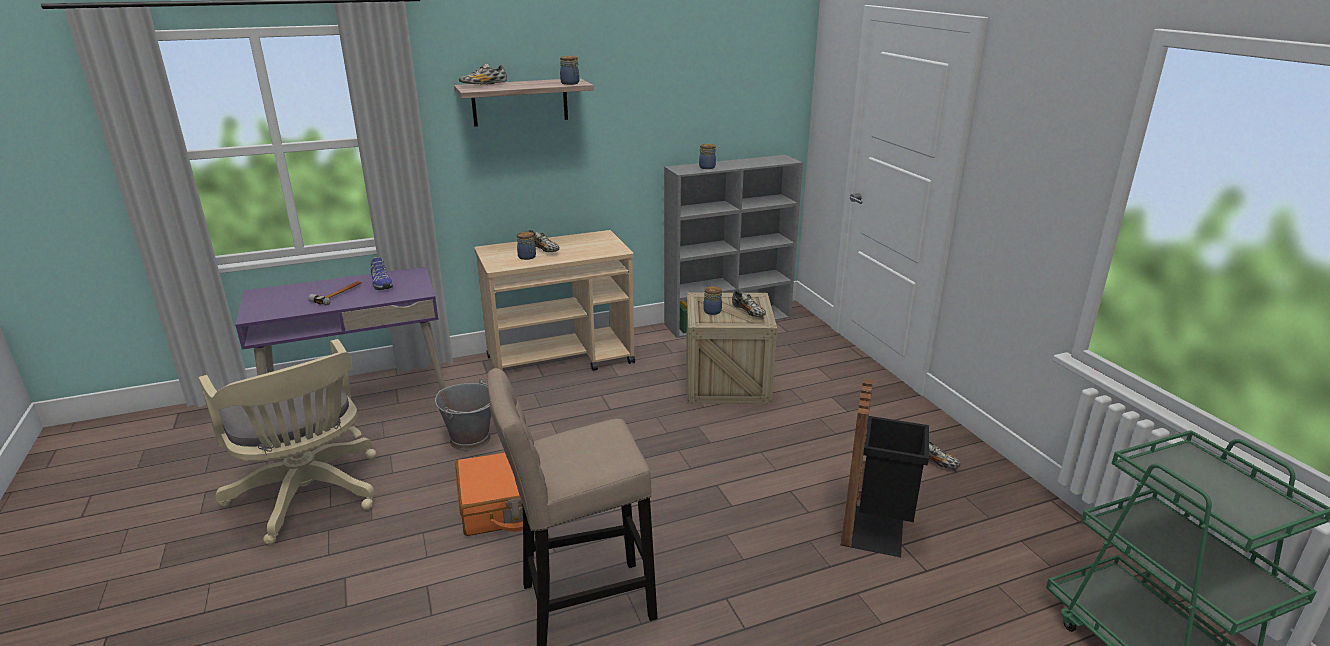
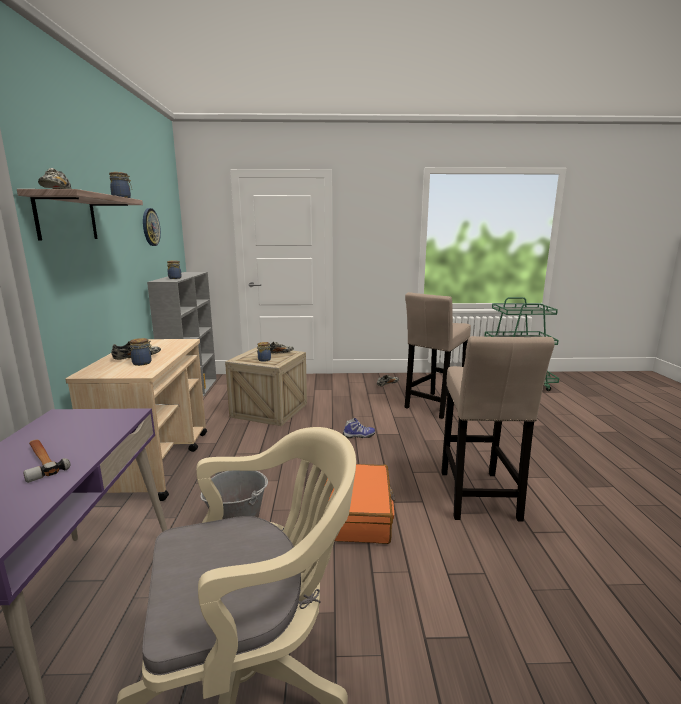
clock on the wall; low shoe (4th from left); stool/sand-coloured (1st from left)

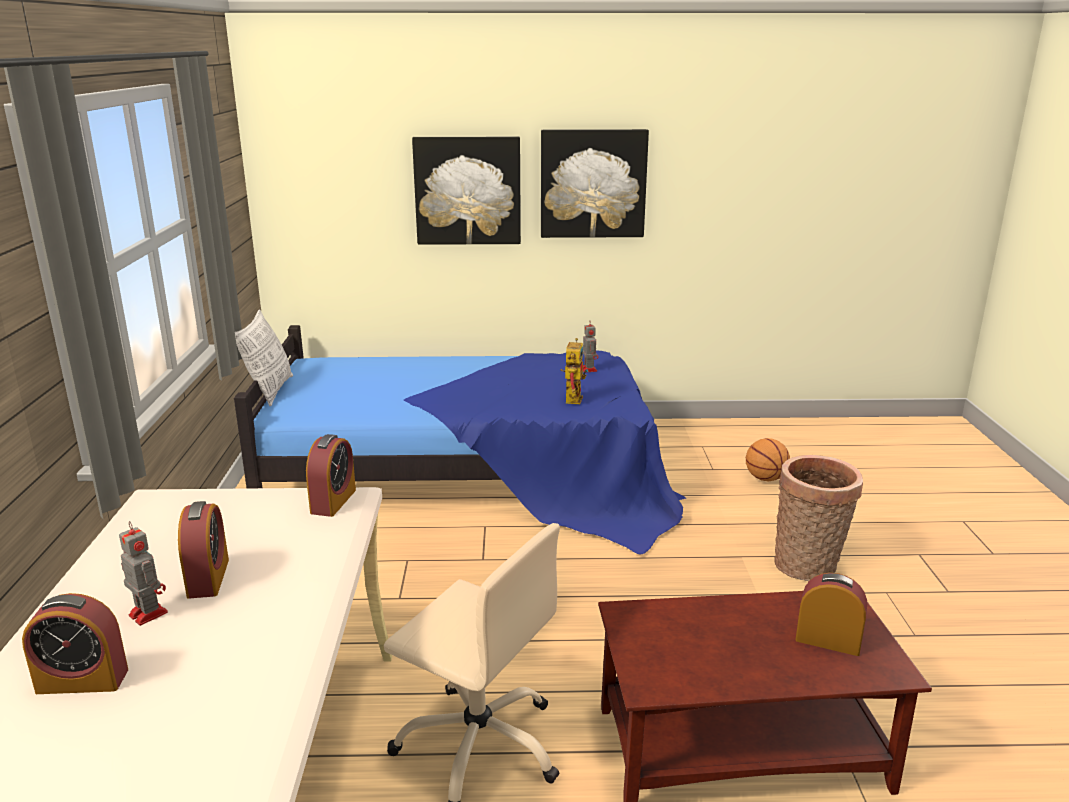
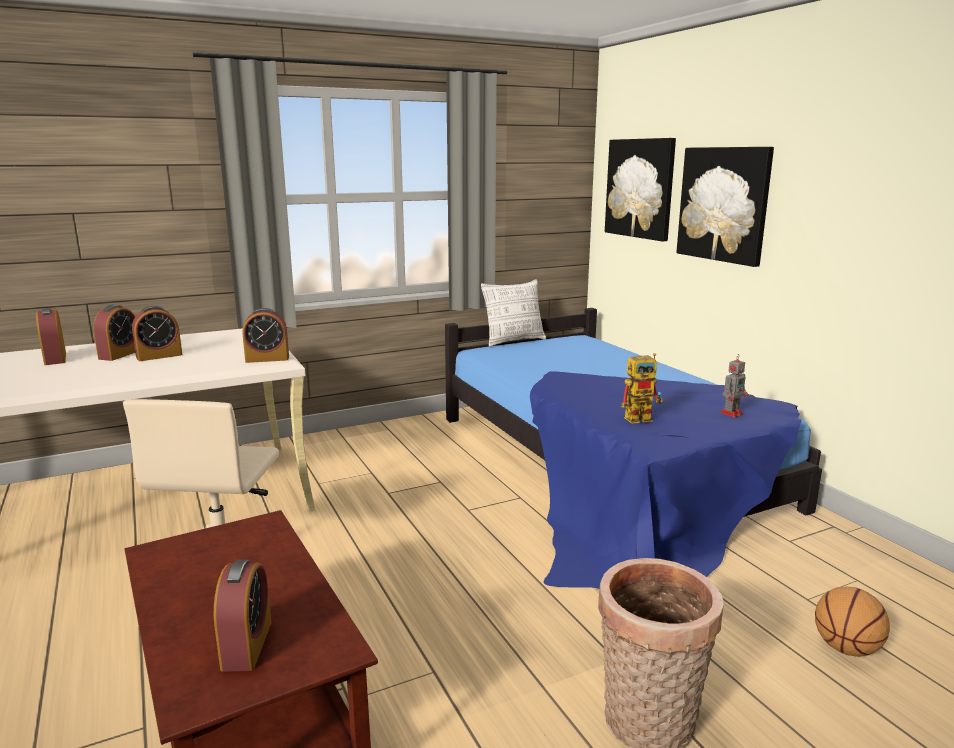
table clock (2nd from left); wall art (1st from left)

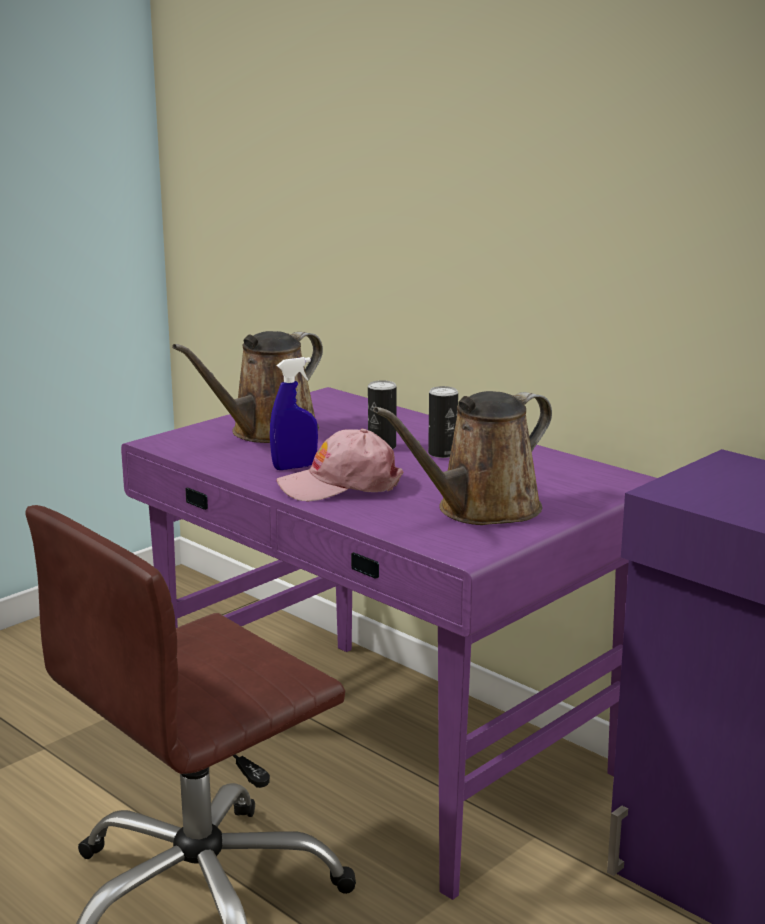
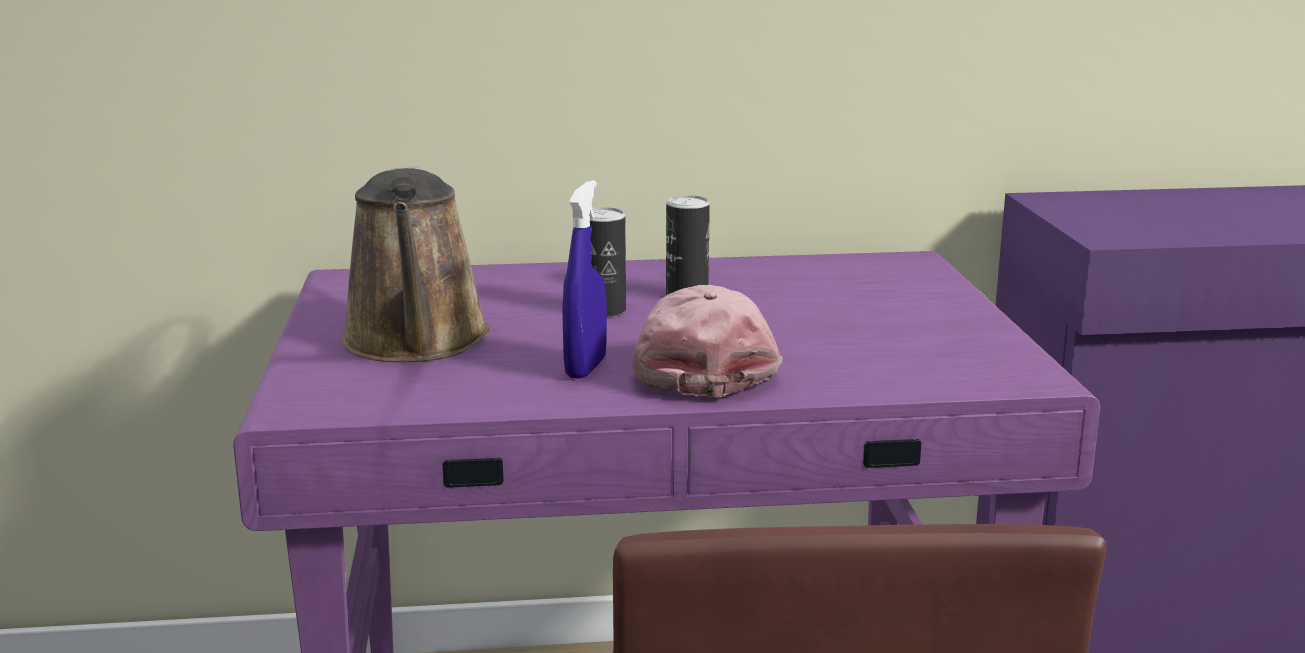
cap/pink; watering can/brown-coloured (2nd from left in the first image)

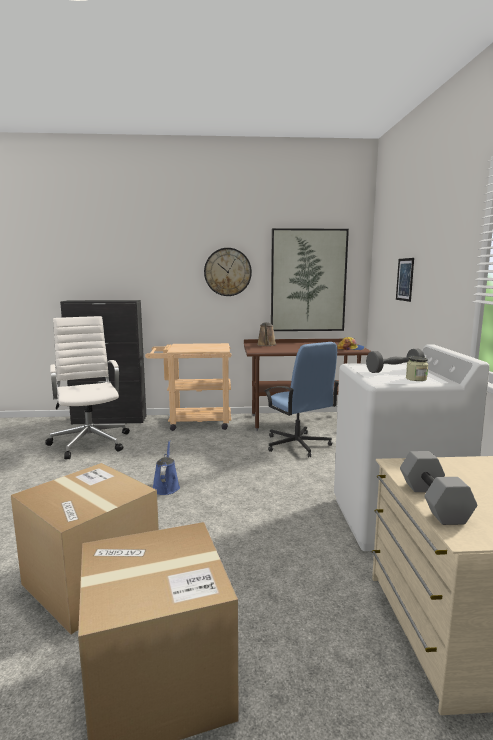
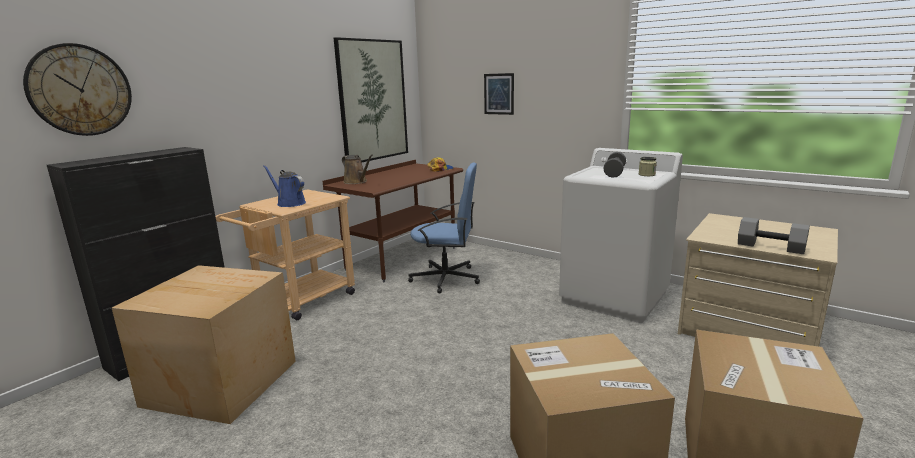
clock on the wall; cardboard box (1st from left); watering can/bluish

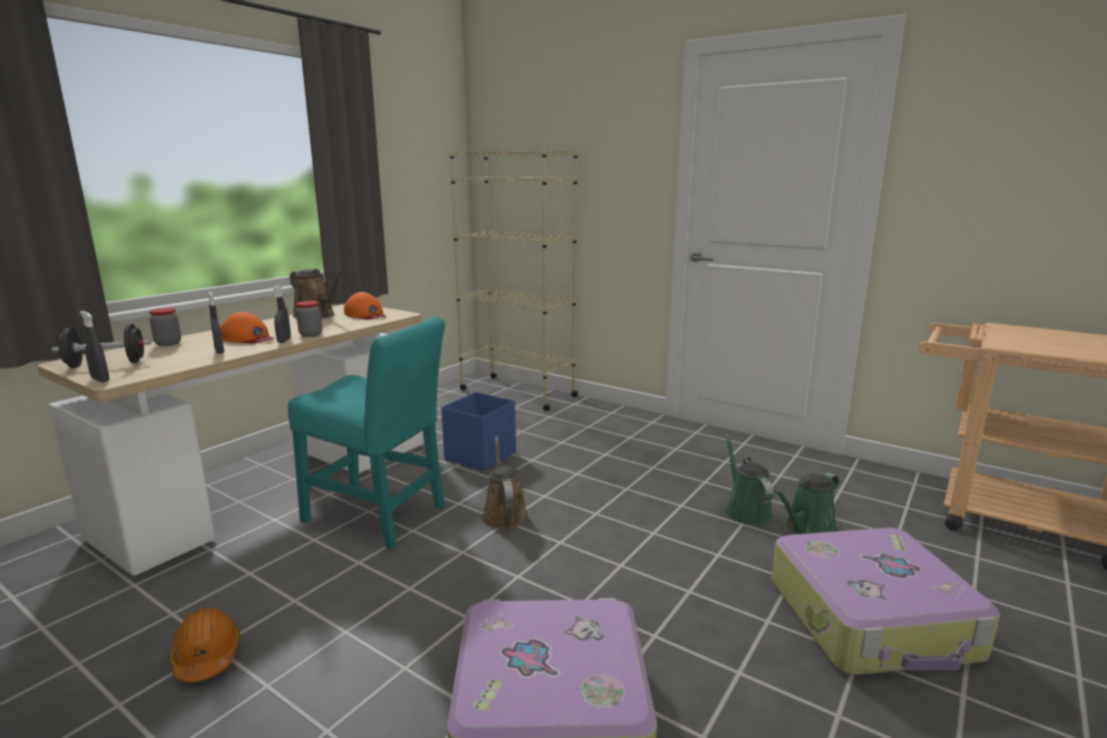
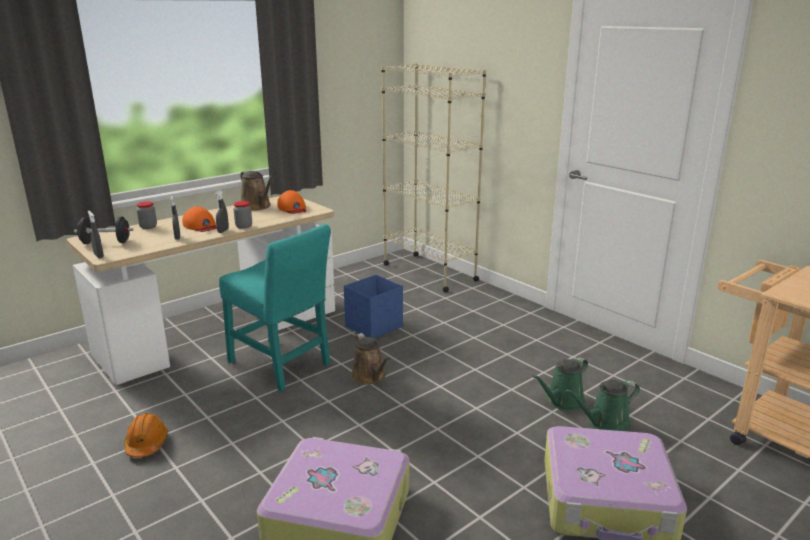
watering can/brown-coloured (2nd from left); watering can/greenish (1st from left)

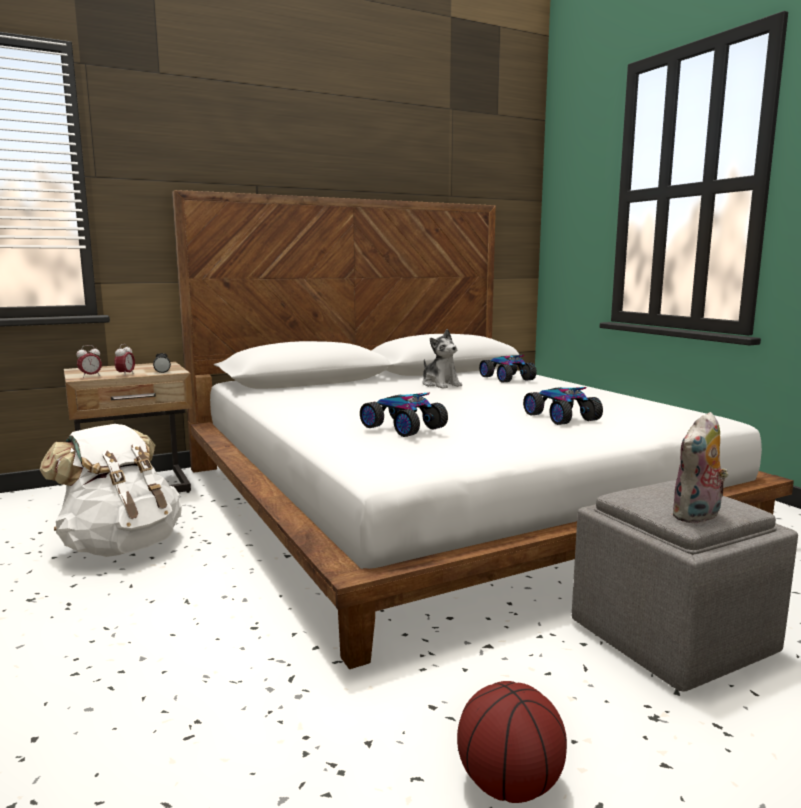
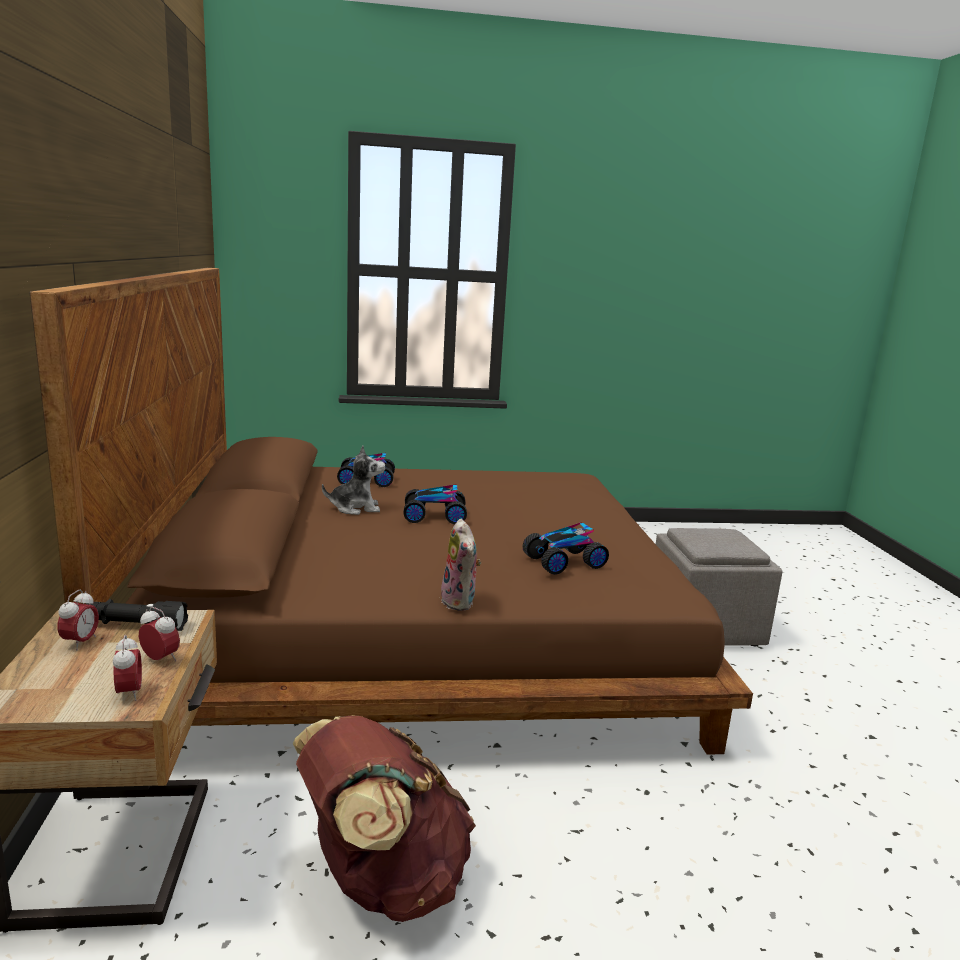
bedroom bed/brown-coloured; table clock (1st from left); backpack/brown-coloured; model car (2nd from left); soft toy (2nd from left); ball for basketball

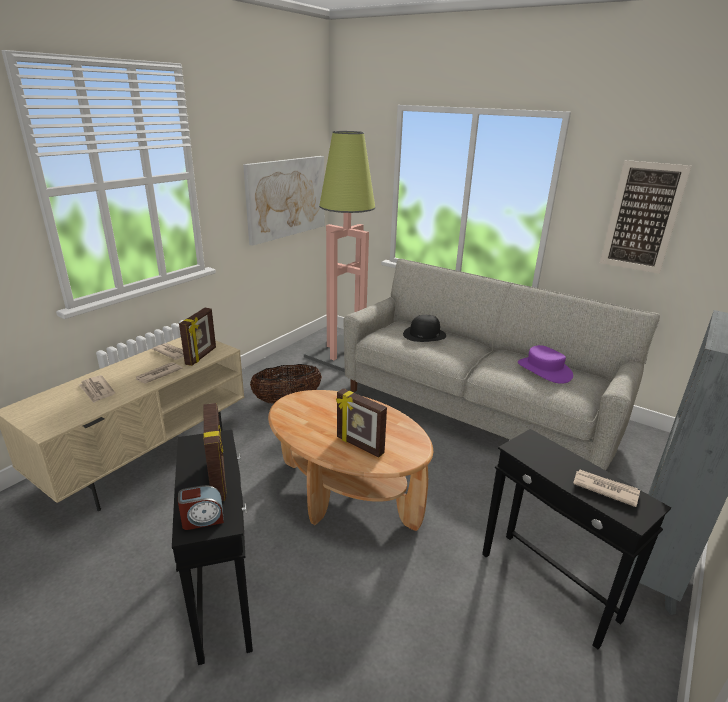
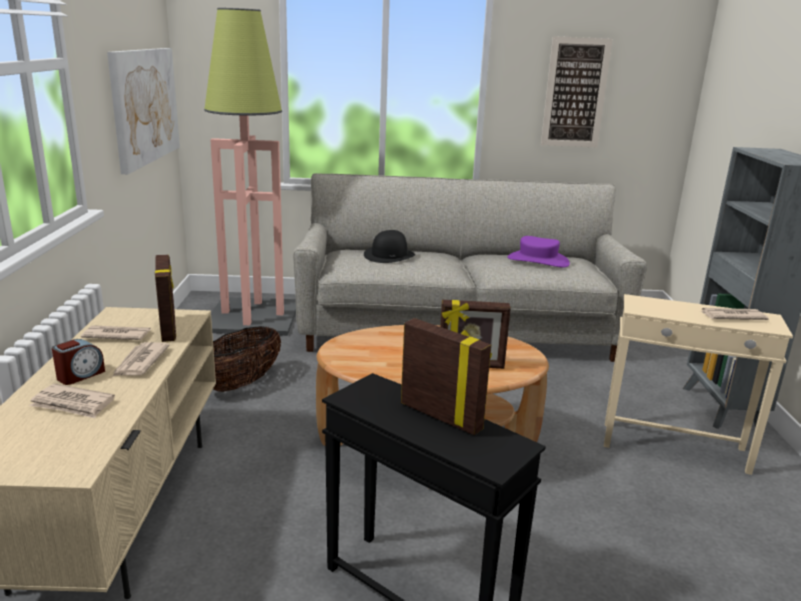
table clock; end table/sand-coloured

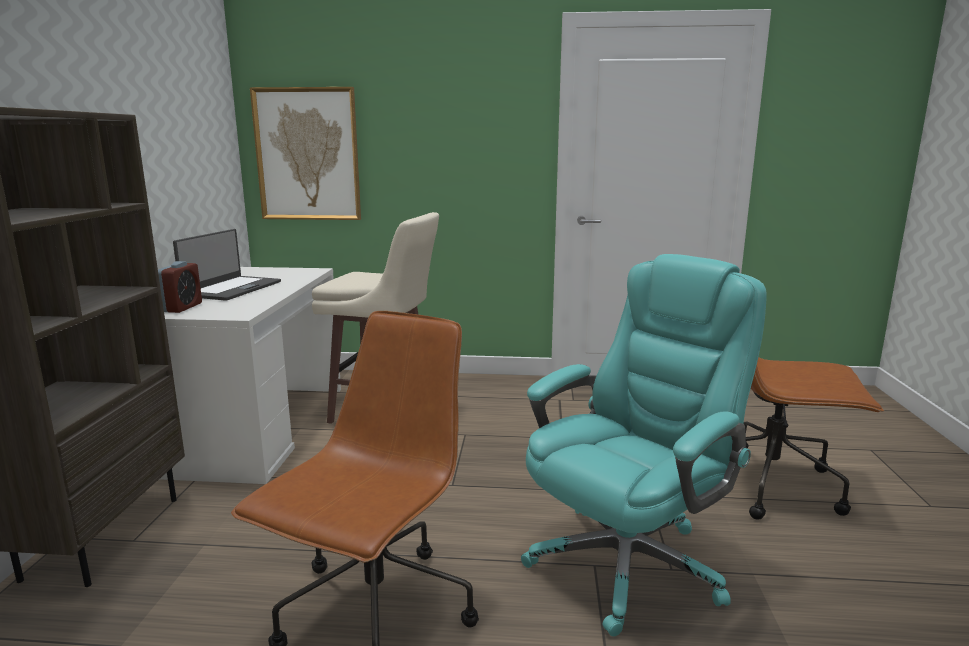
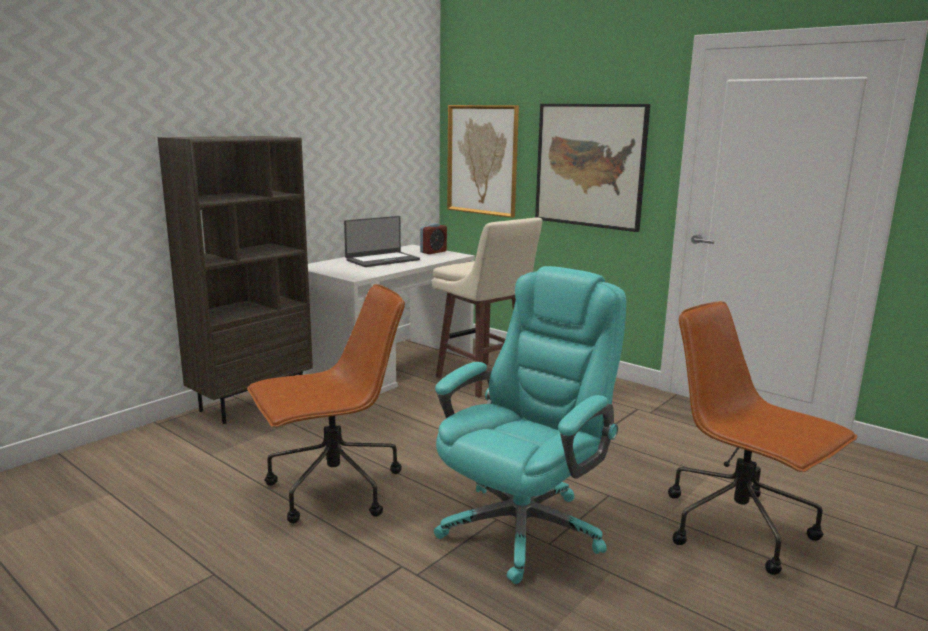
table clock; office chair/blue-green; wall art (2nd from left)

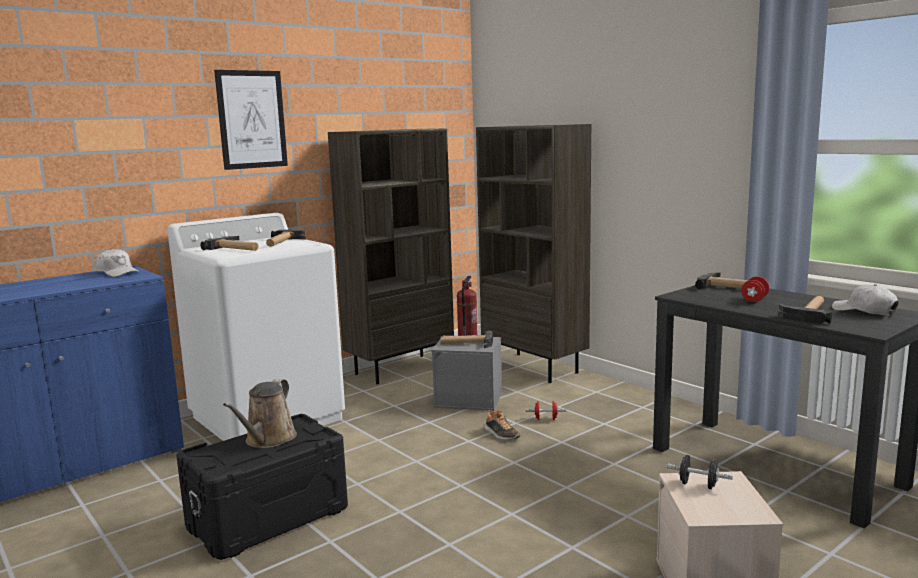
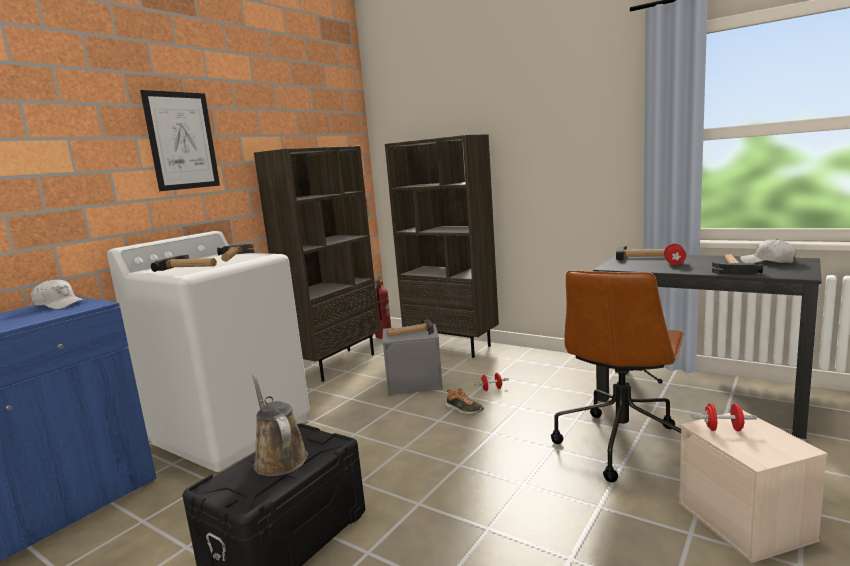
watering can/brown-coloured; office chair/brown-coloured; free weight/reddish (3rd from left)

